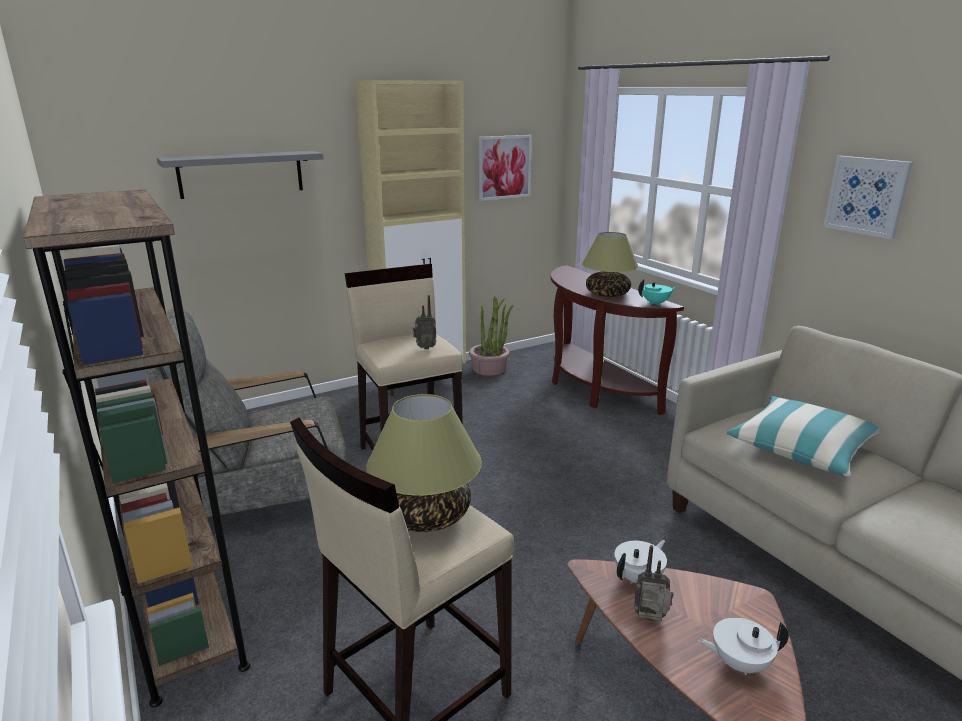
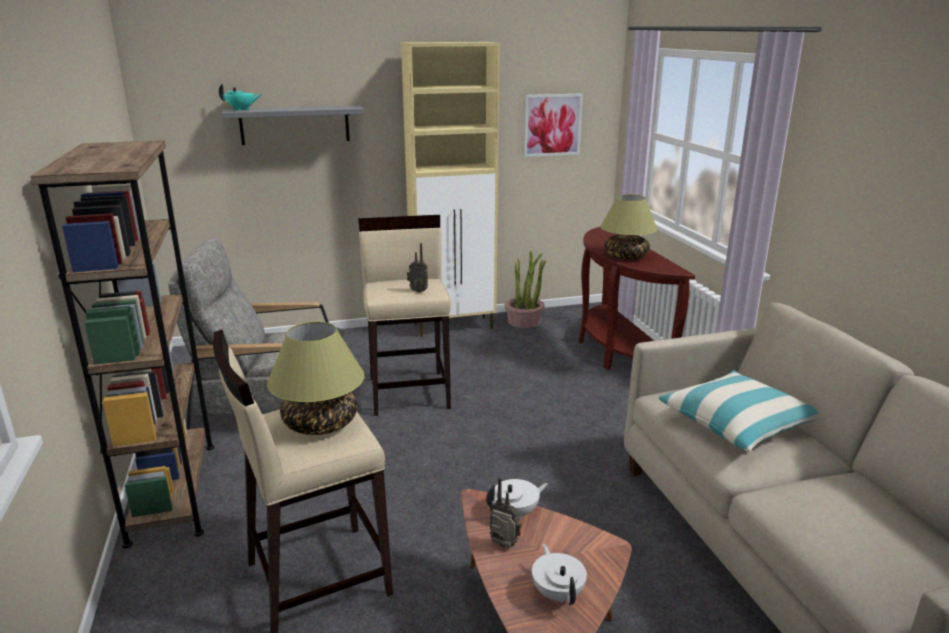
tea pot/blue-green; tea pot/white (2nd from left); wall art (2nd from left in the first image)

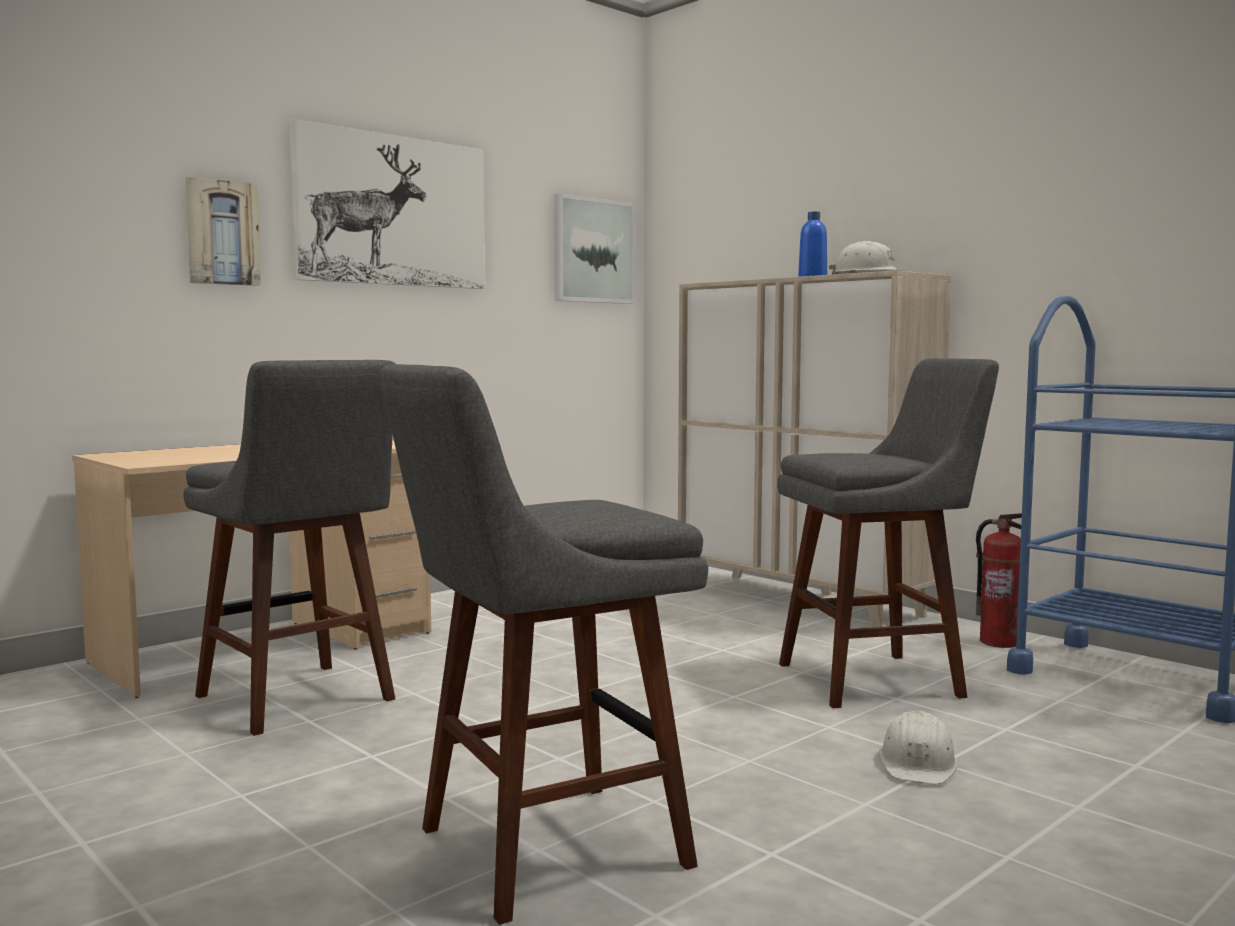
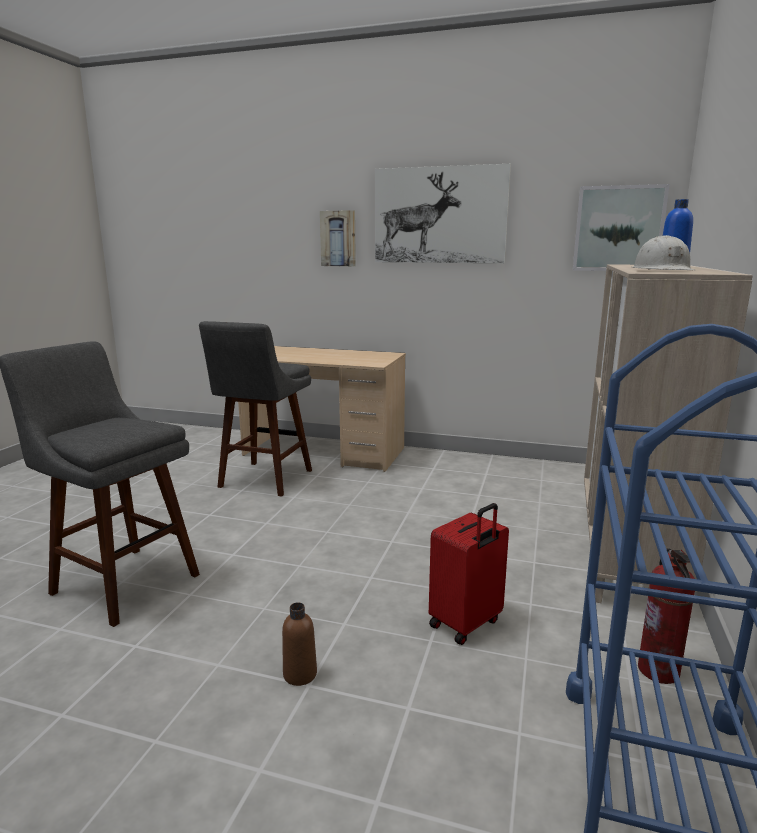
beverage bottle/brown-coloured; travel case/reddish

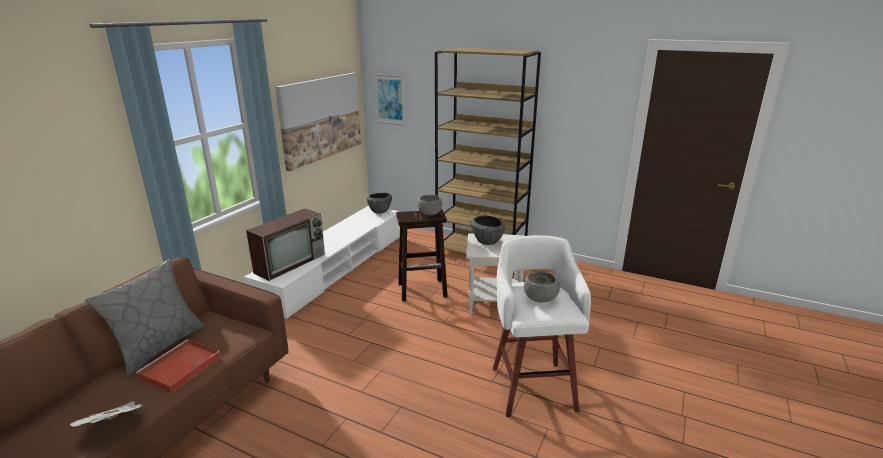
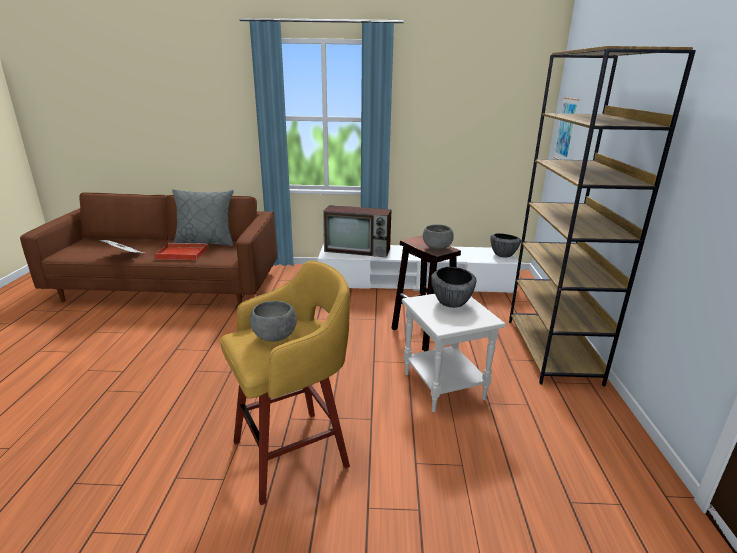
stool/yellow-coloured; wall art (1st from left in the first image)

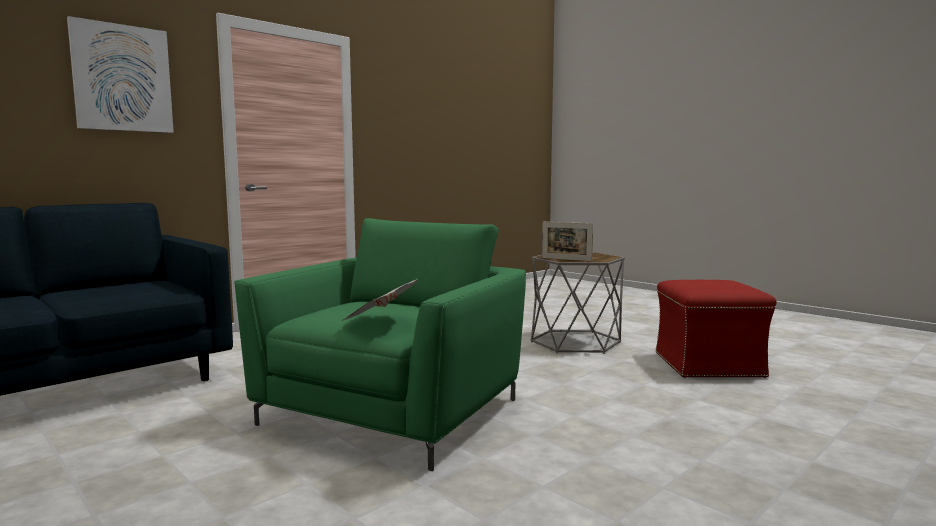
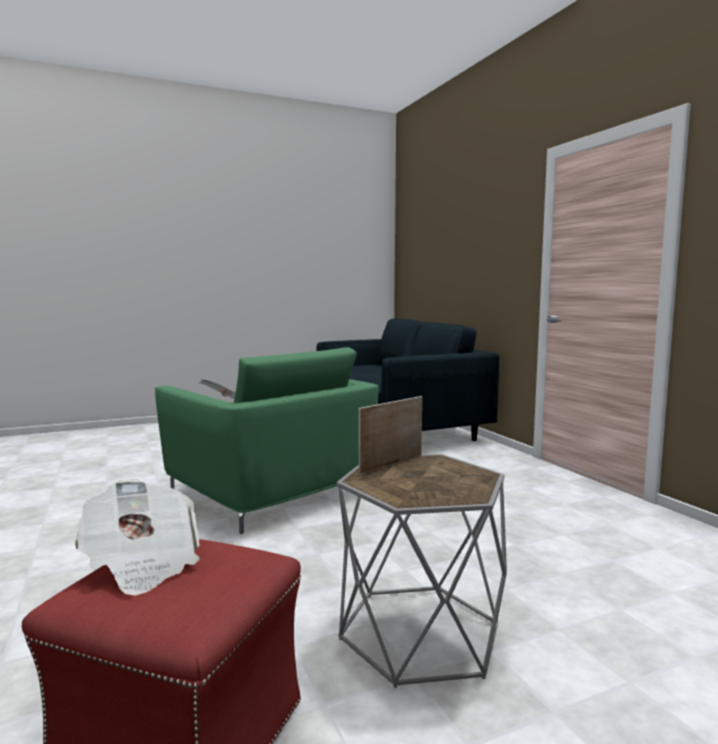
daily paper (1st from left); wall art

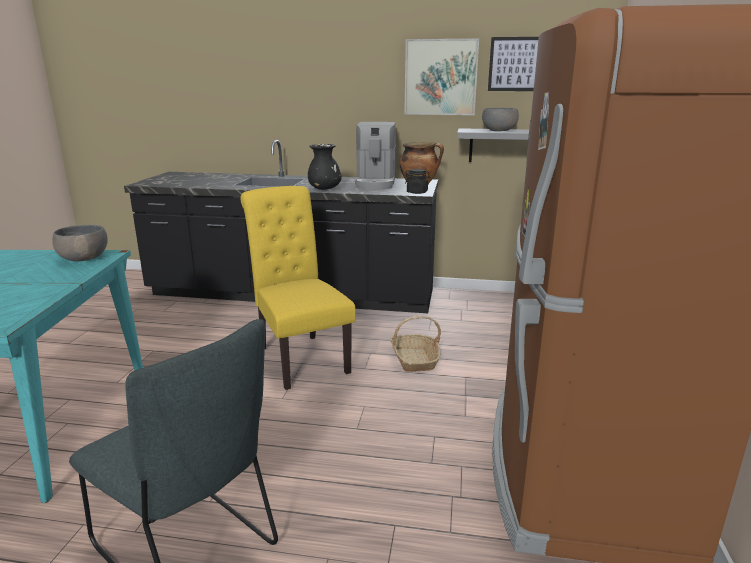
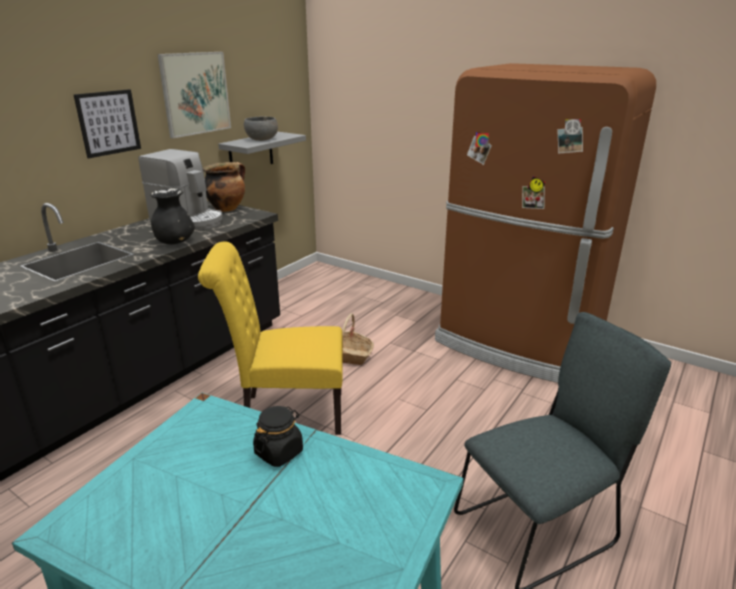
wall art (1st from left); preserve jar/black; bowl/greyish (1st from left in the first image)

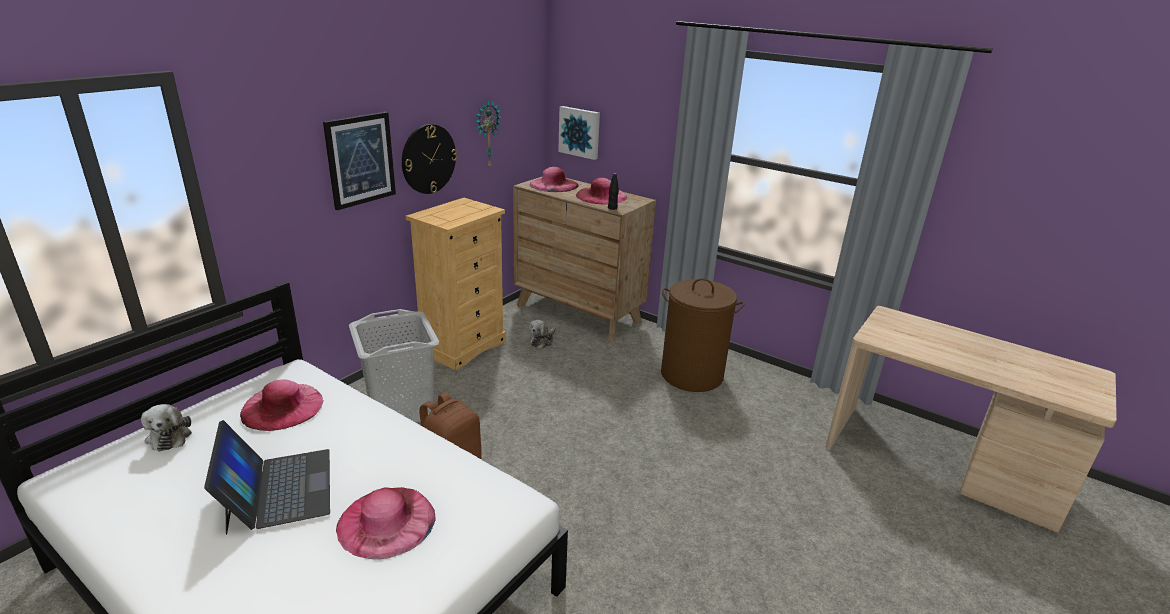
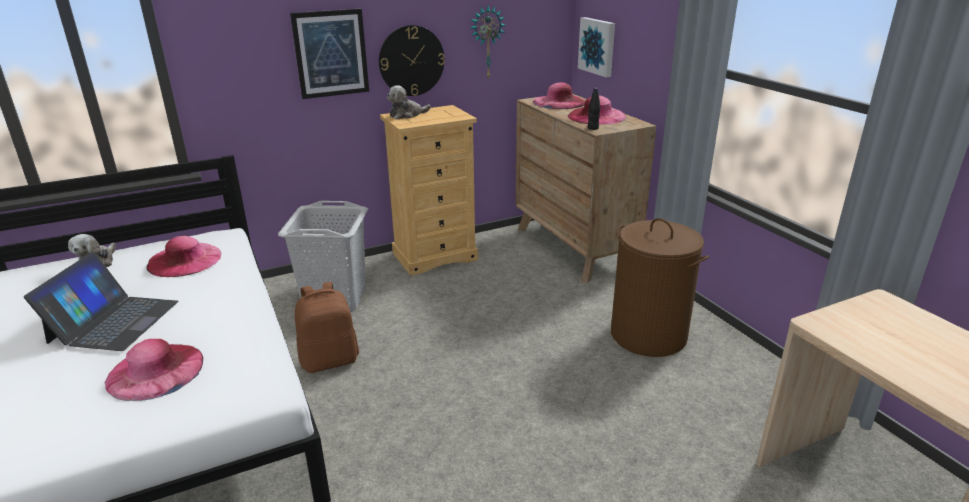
soft toy (2nd from left)

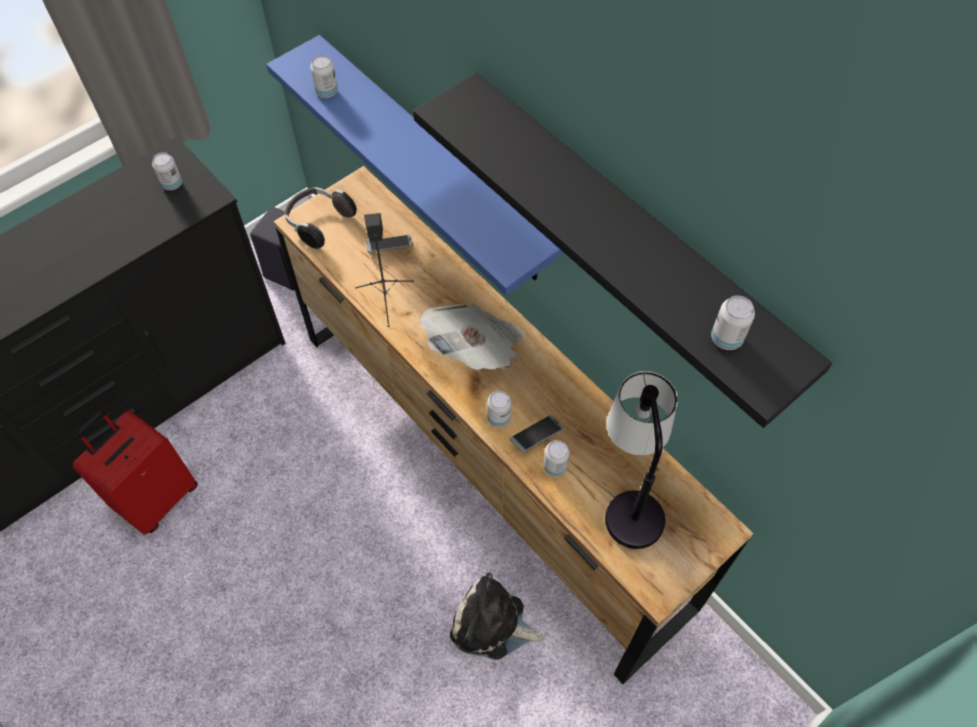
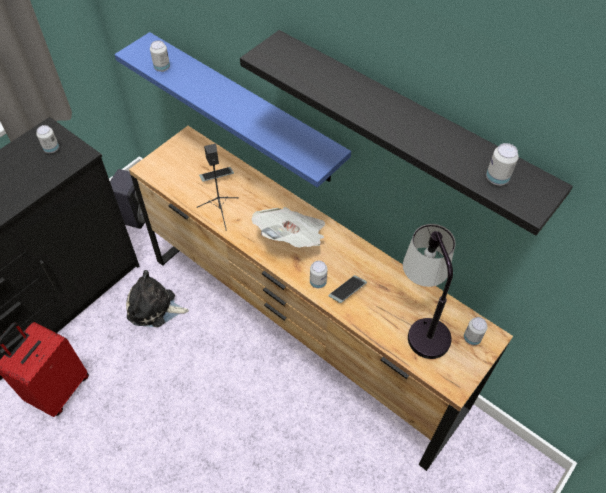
soft toy; sealed can (4th from left); headset

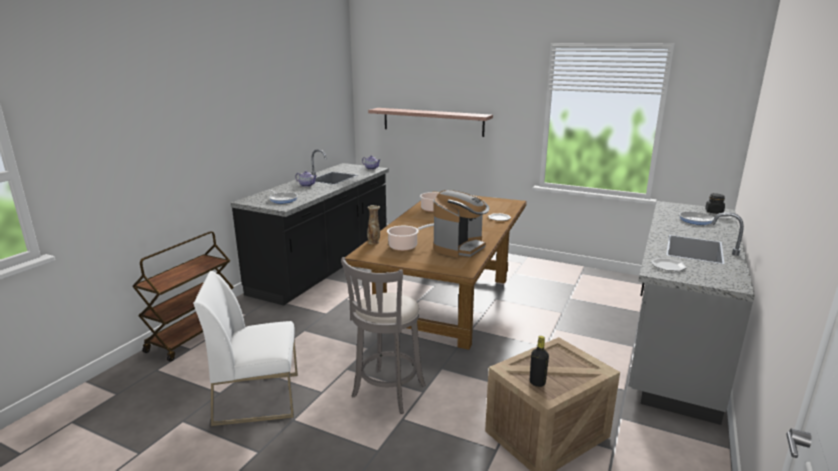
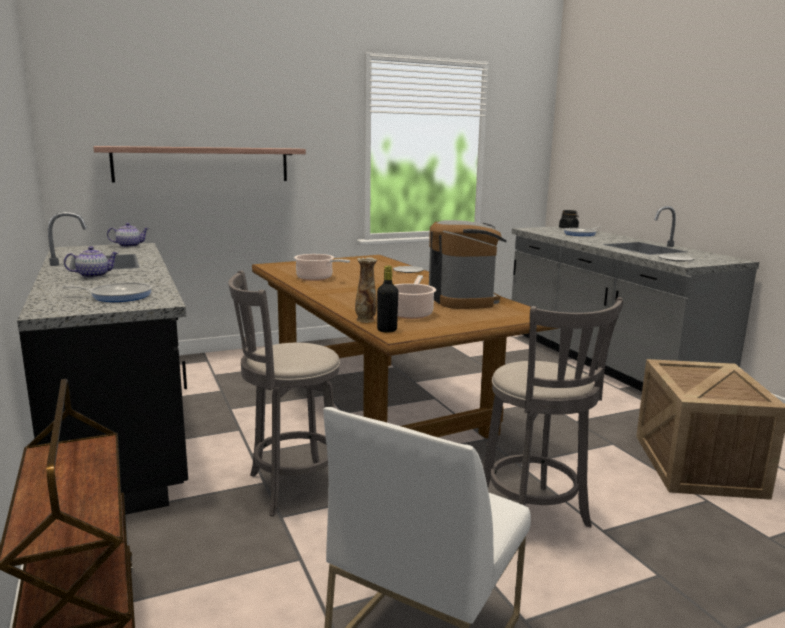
stool/greyish (1st from left); beverage bottle/black

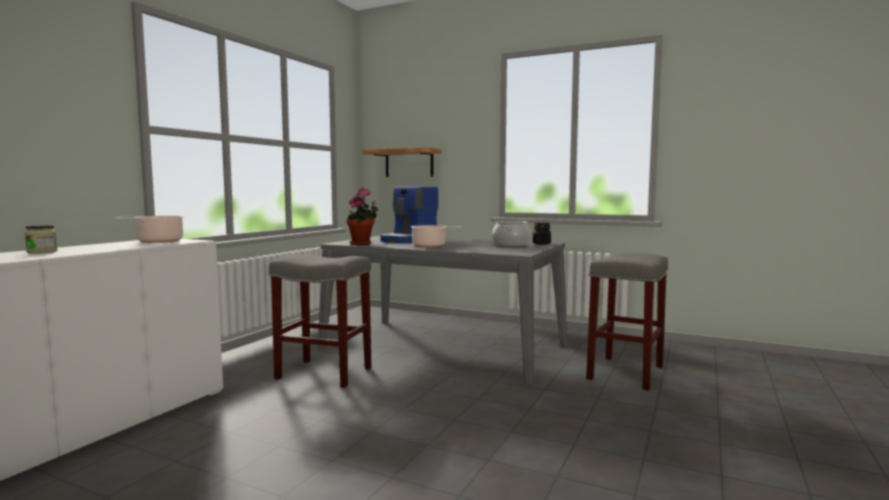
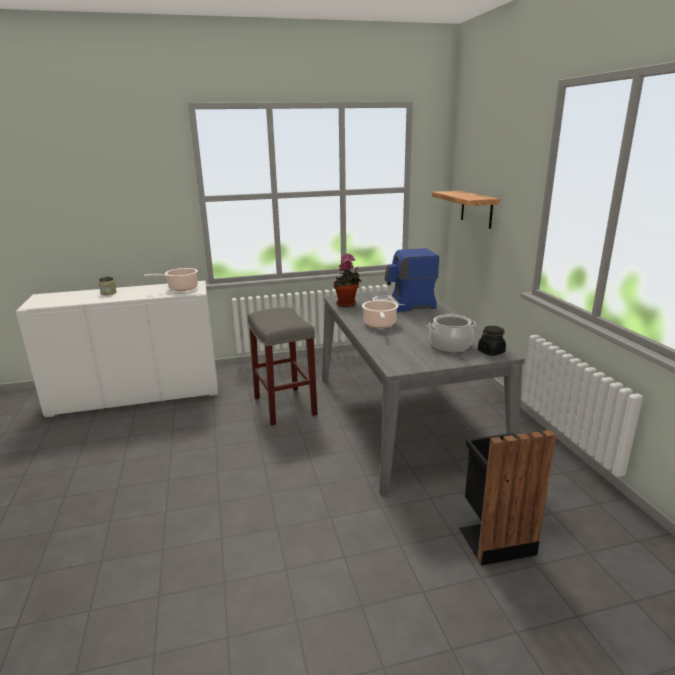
waste bin/black

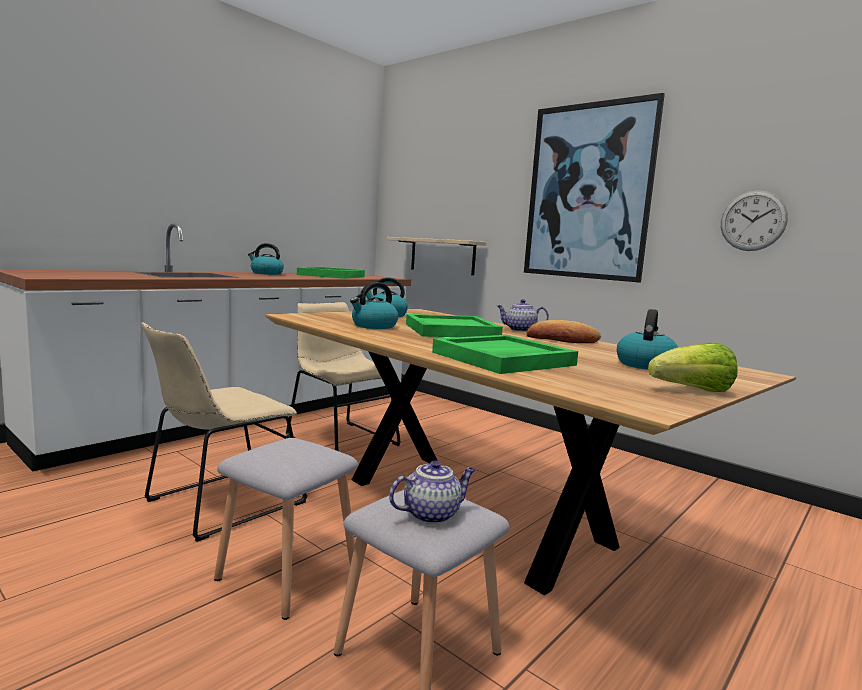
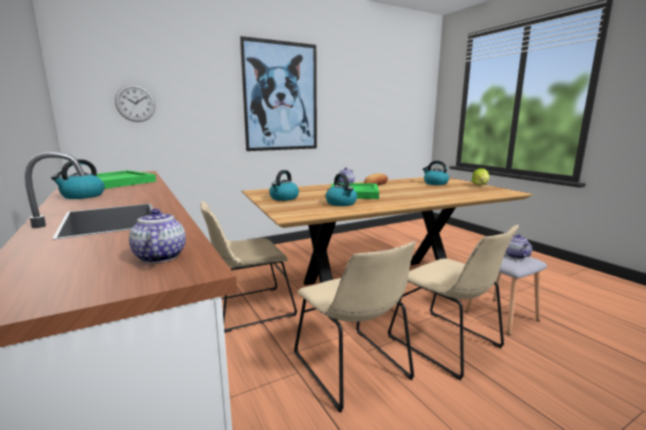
clock on the wall; tea pot (1st from left); chair/sand-coloured (3rd from left); shelf/sand-coloured; tray/greenish (3rd from left in the first image)

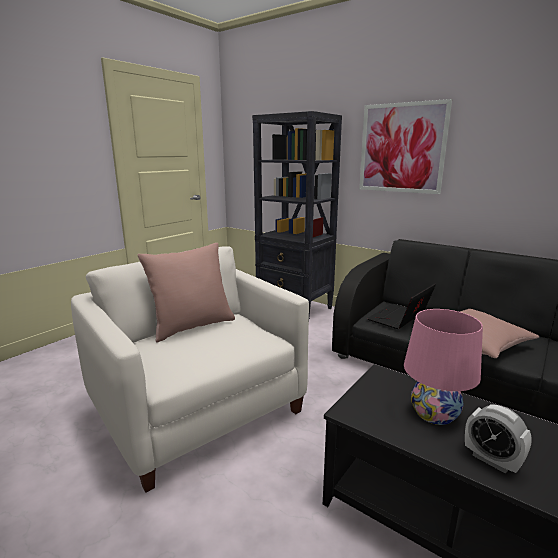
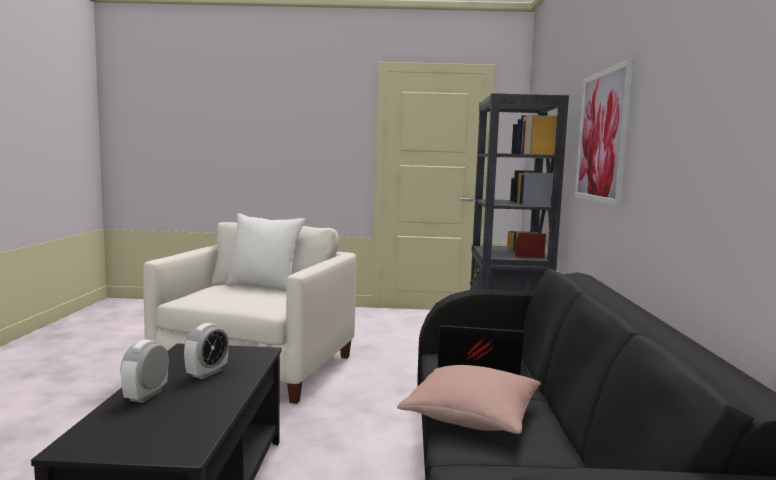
table clock (2nd from left); cushion/white

